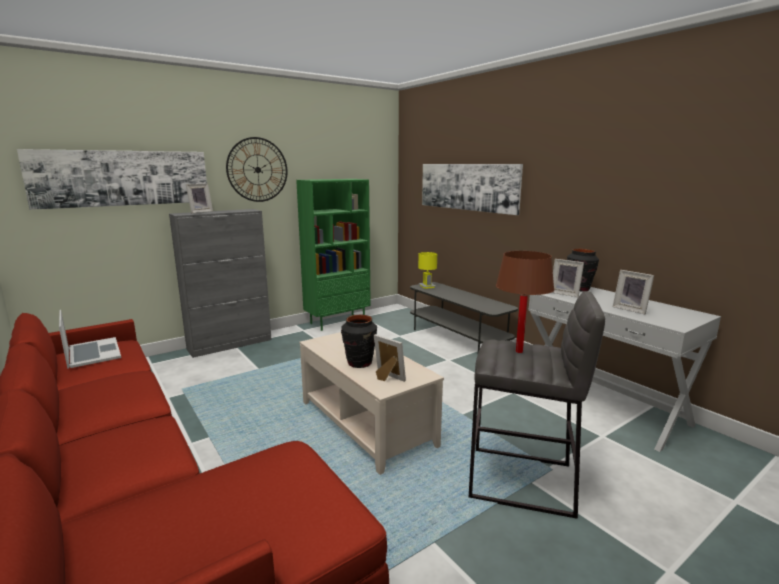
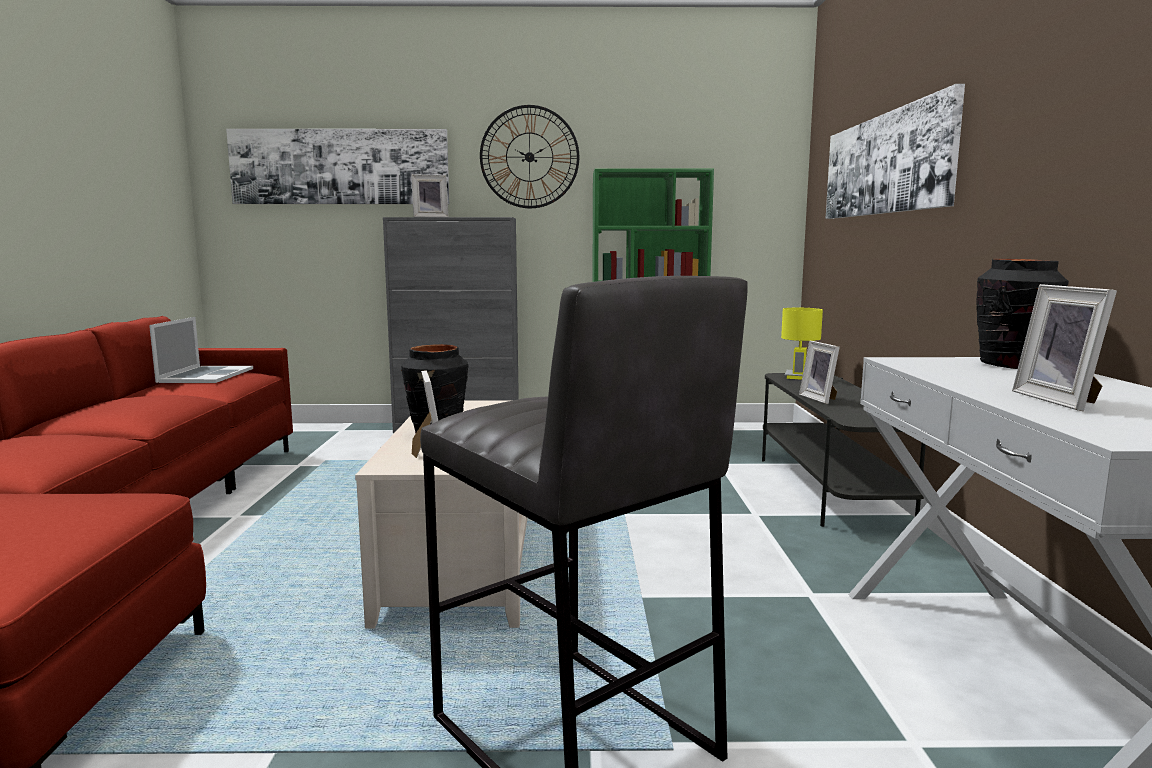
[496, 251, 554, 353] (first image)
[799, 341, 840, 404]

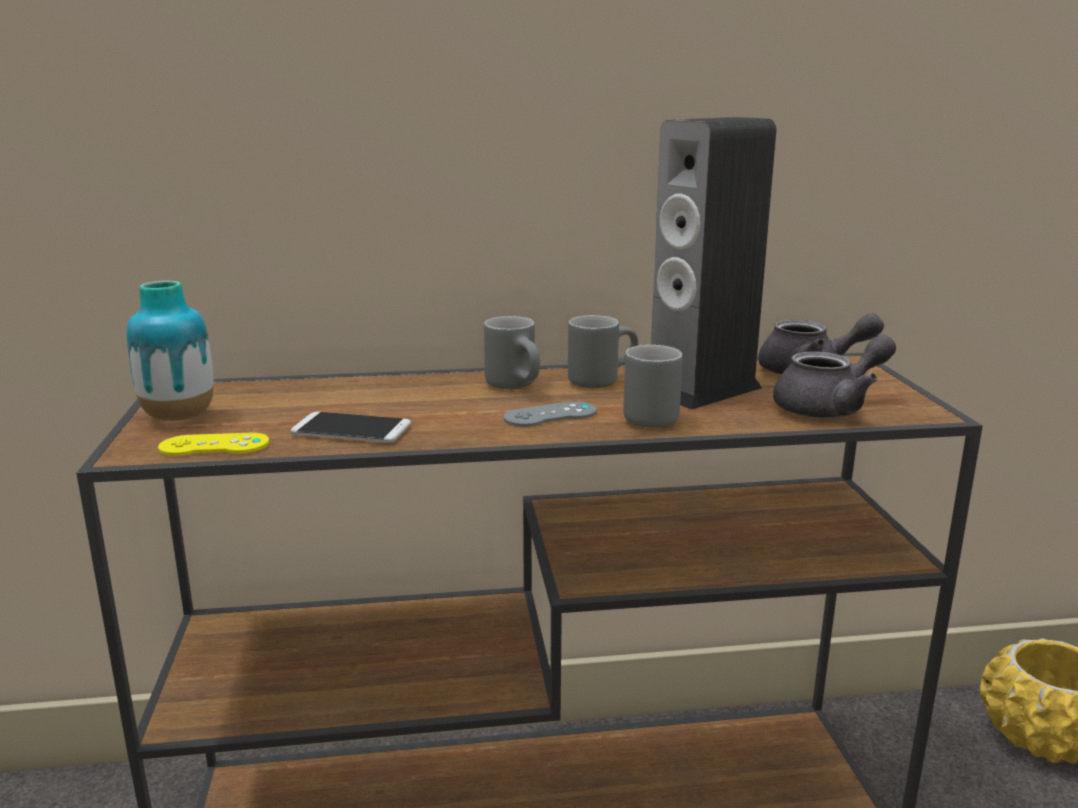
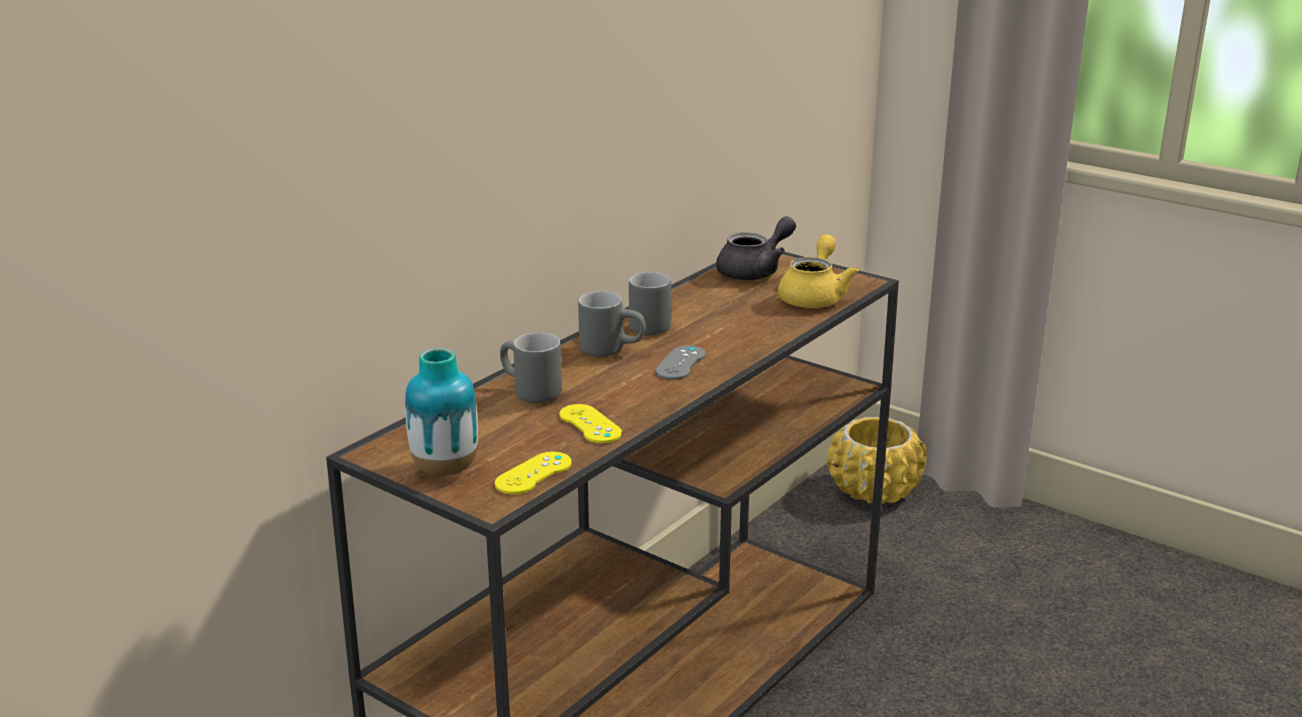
[651, 117, 776, 410] (first image)
[500, 333, 562, 403]
[559, 404, 622, 443]
[778, 234, 859, 308]

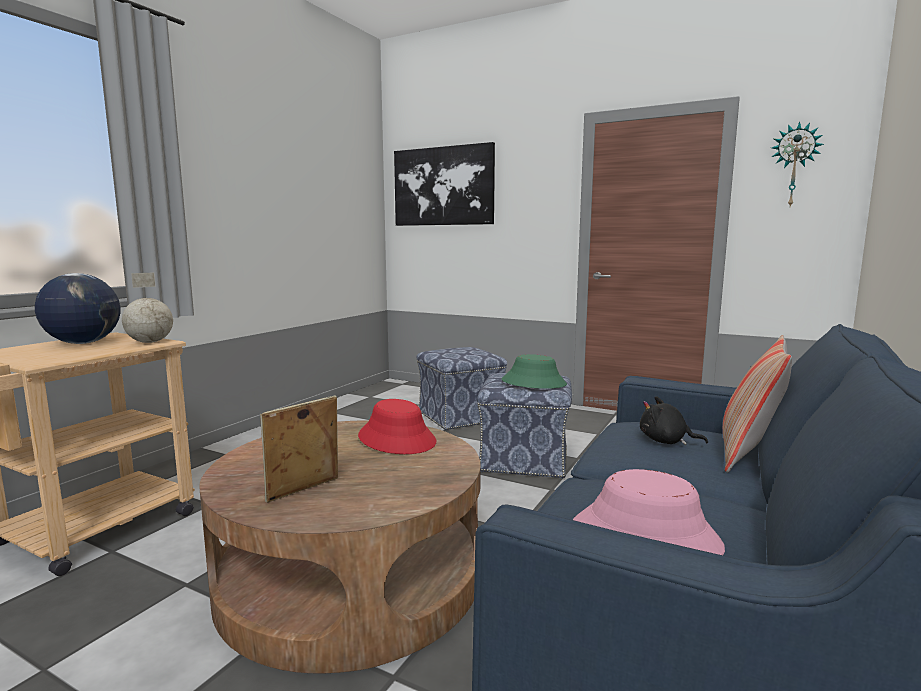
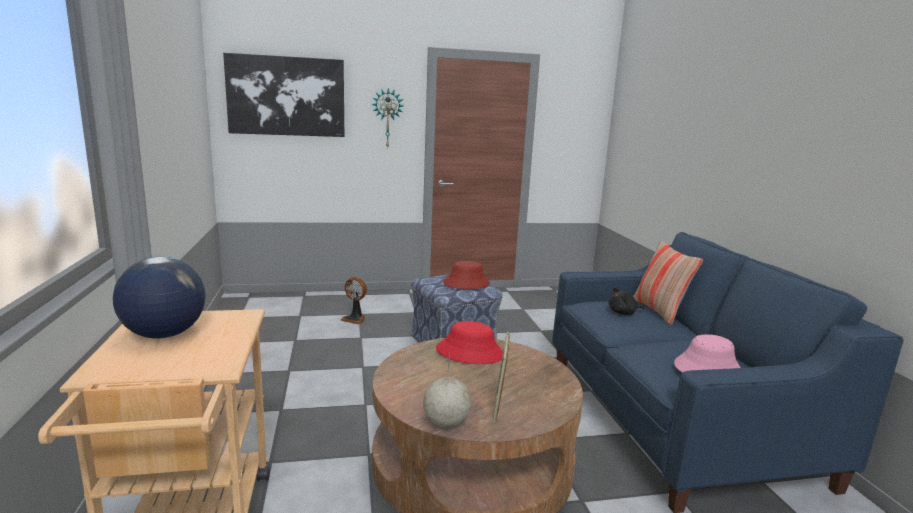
[423, 354, 471, 427]
[371, 88, 403, 149]
[340, 277, 367, 324]
[443, 261, 490, 289]

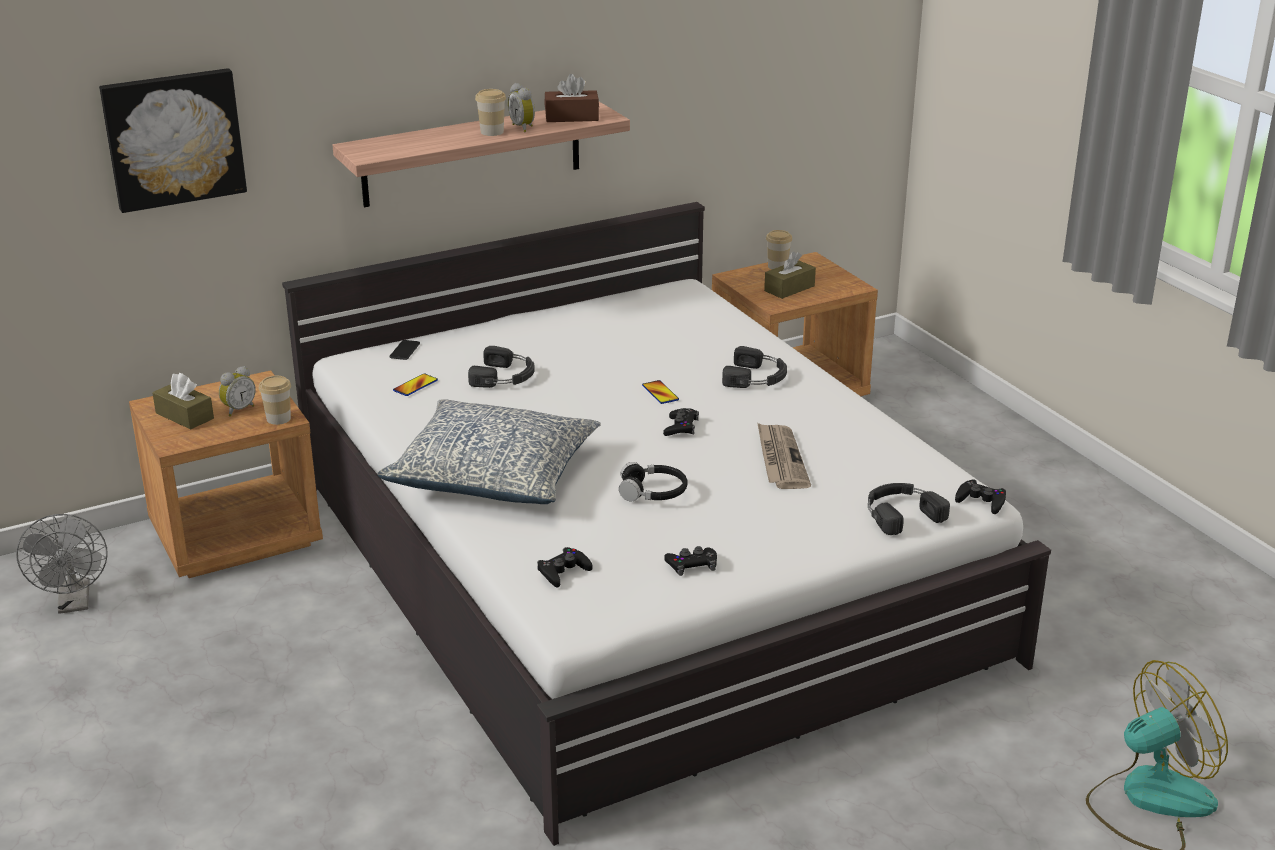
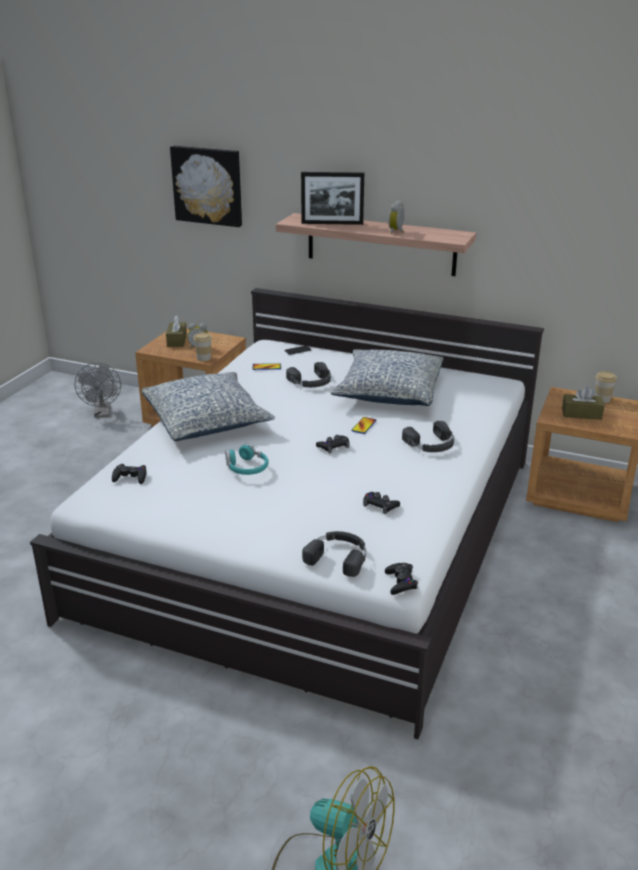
[475, 89, 506, 136] (first image)
[544, 74, 599, 122] (first image)
[757, 423, 811, 489] (first image)
[301, 172, 364, 225]
[331, 349, 443, 406]
[363, 492, 400, 514]
[225, 443, 269, 475]
[75, 363, 121, 418]

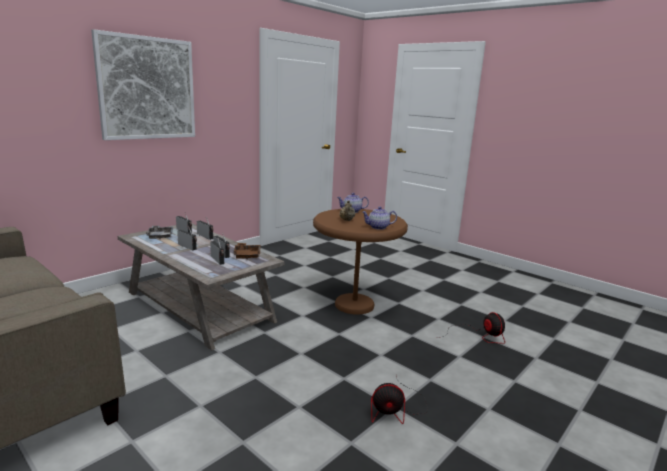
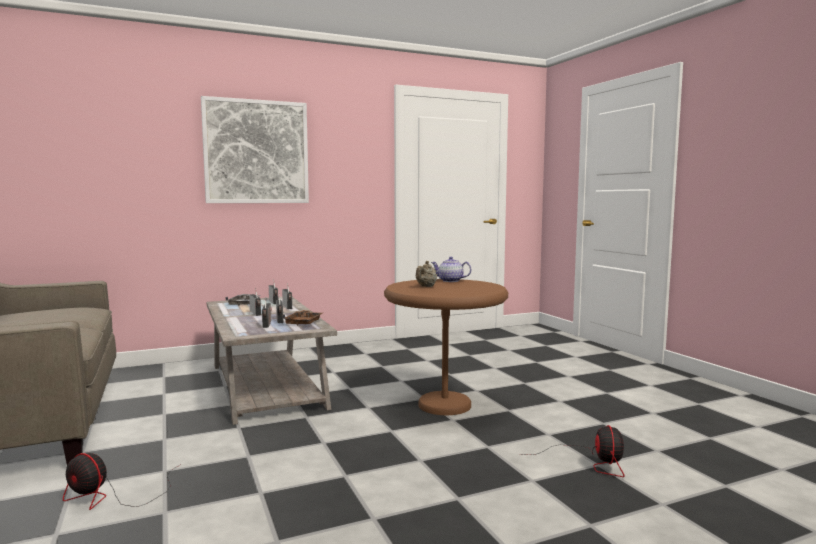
[362, 207, 397, 230] (first image)
[63, 453, 180, 510]

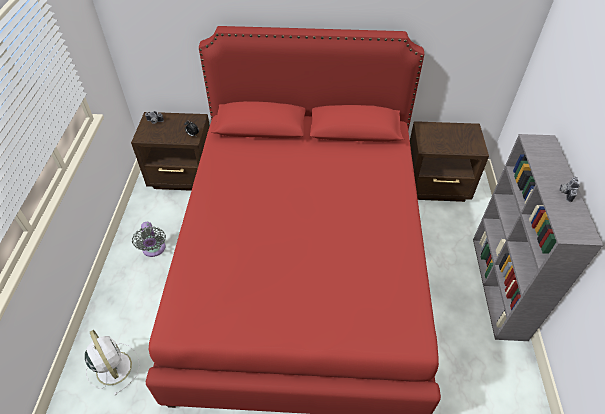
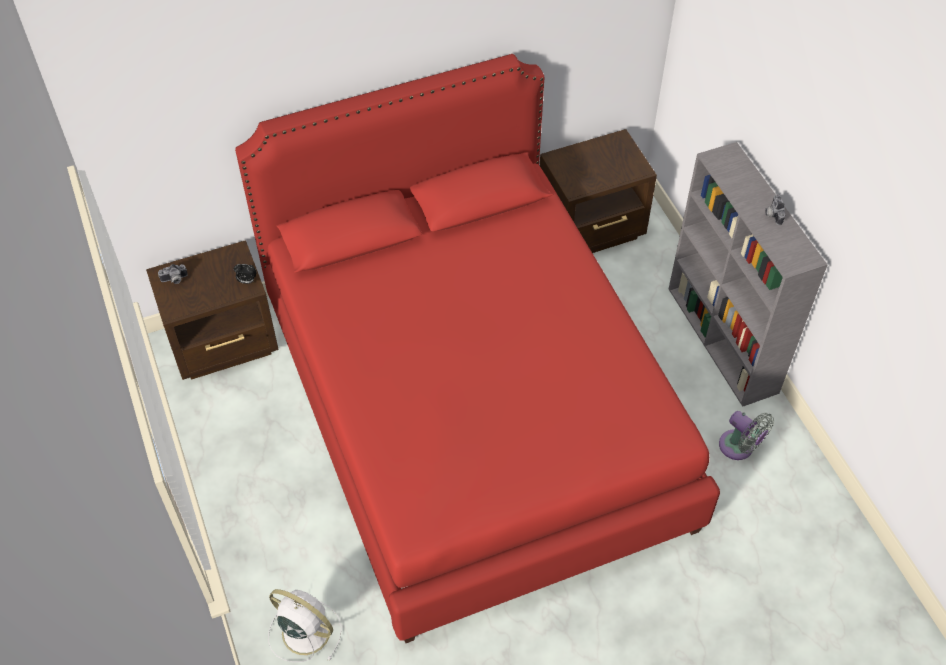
[719, 411, 774, 460]

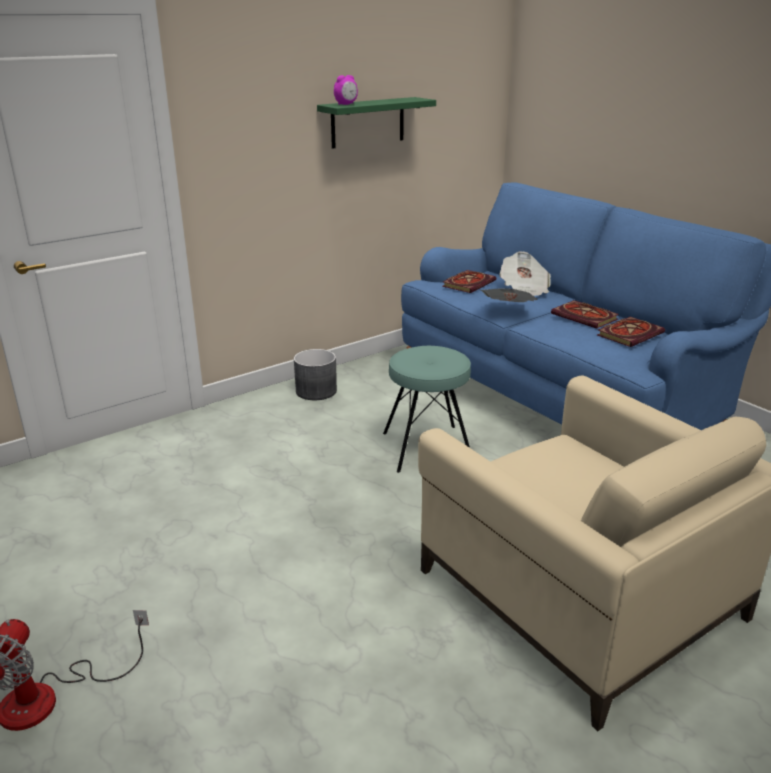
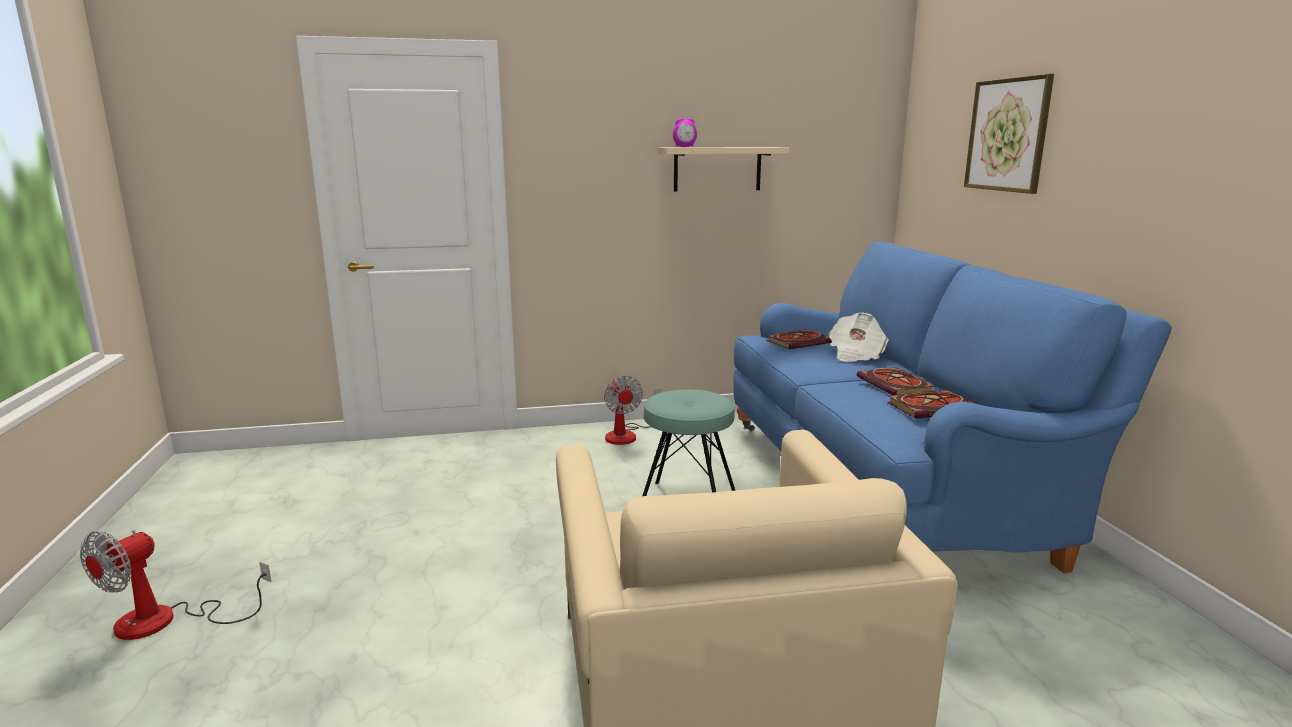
[480, 288, 537, 302] (first image)
[964, 74, 1054, 194]
[604, 376, 662, 445]
[658, 147, 789, 191]

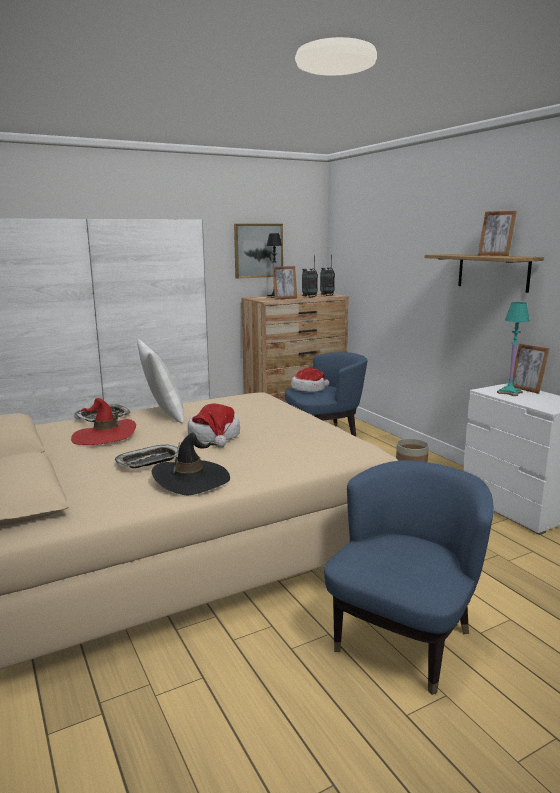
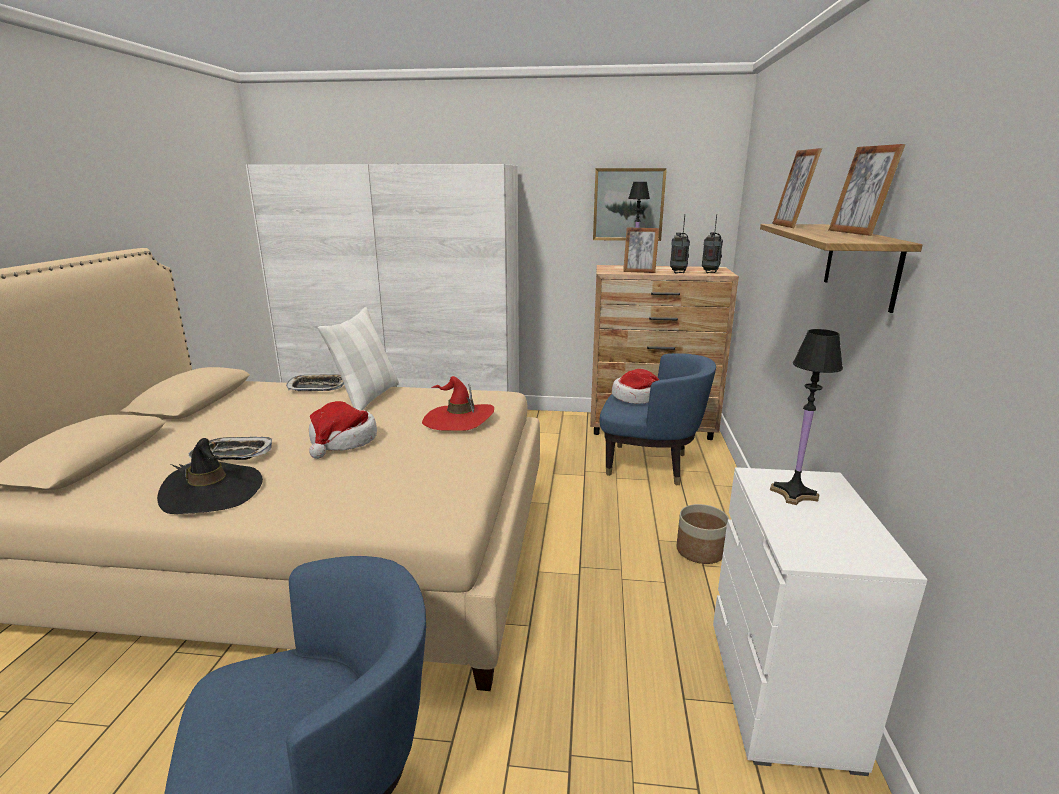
[422, 376, 494, 431]
[772, 148, 822, 228]
[770, 329, 843, 505]

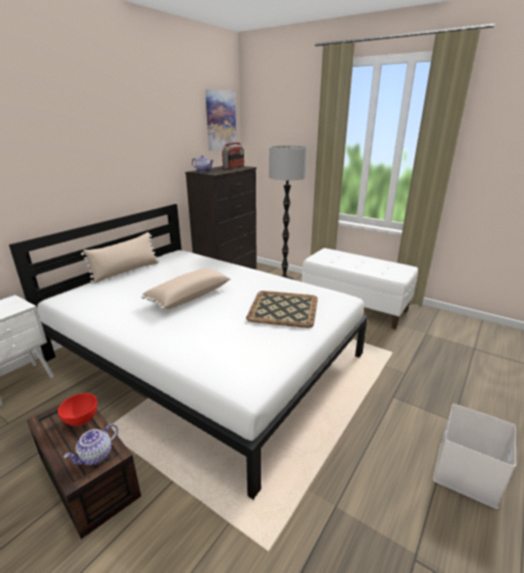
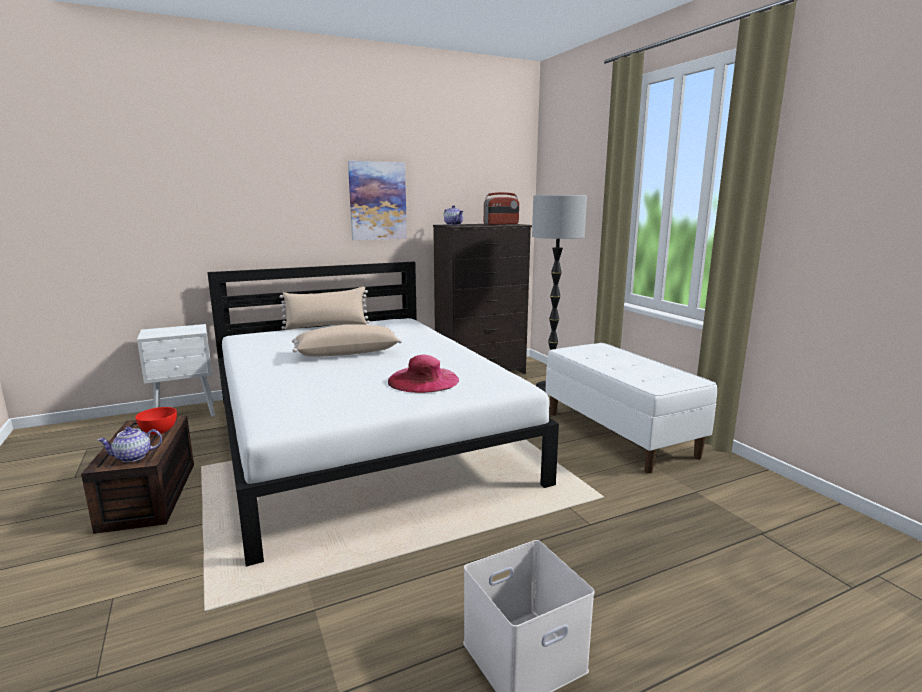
[348, 161, 407, 240]
[388, 355, 459, 393]

